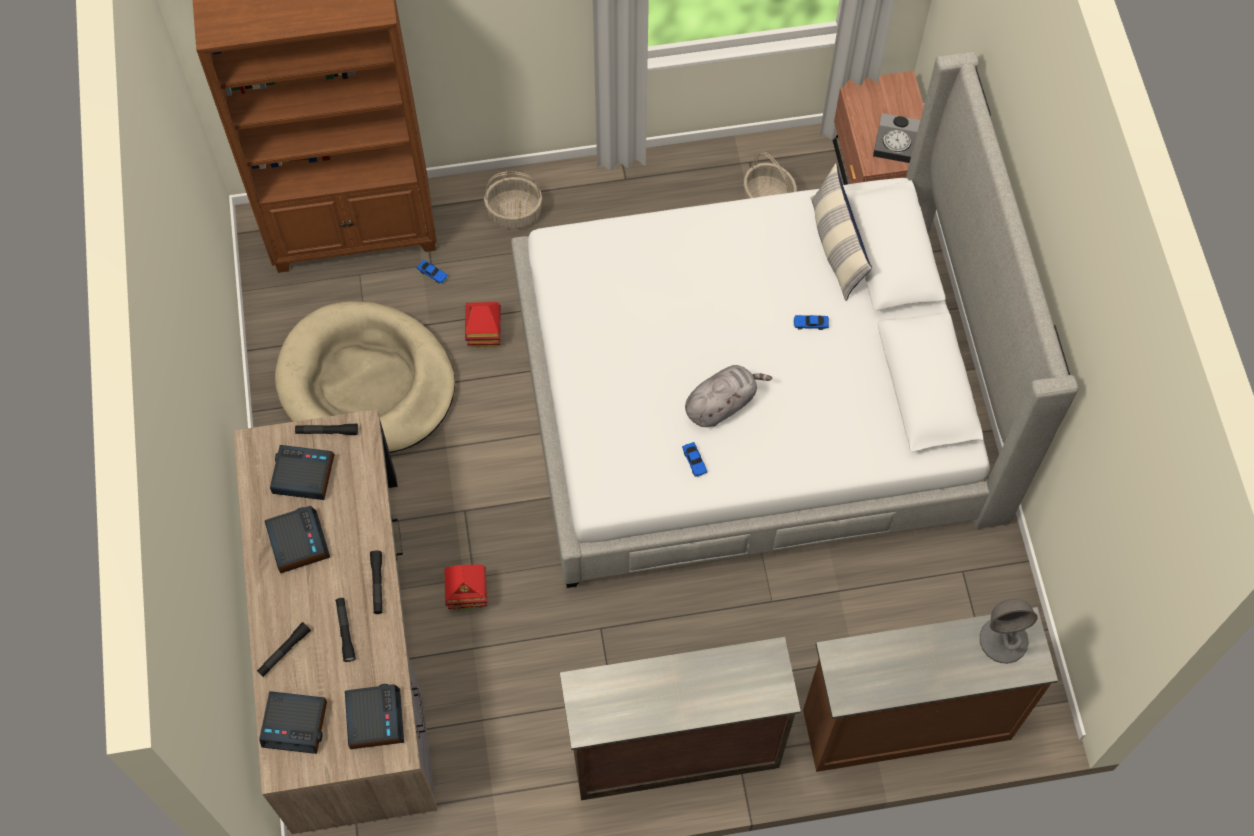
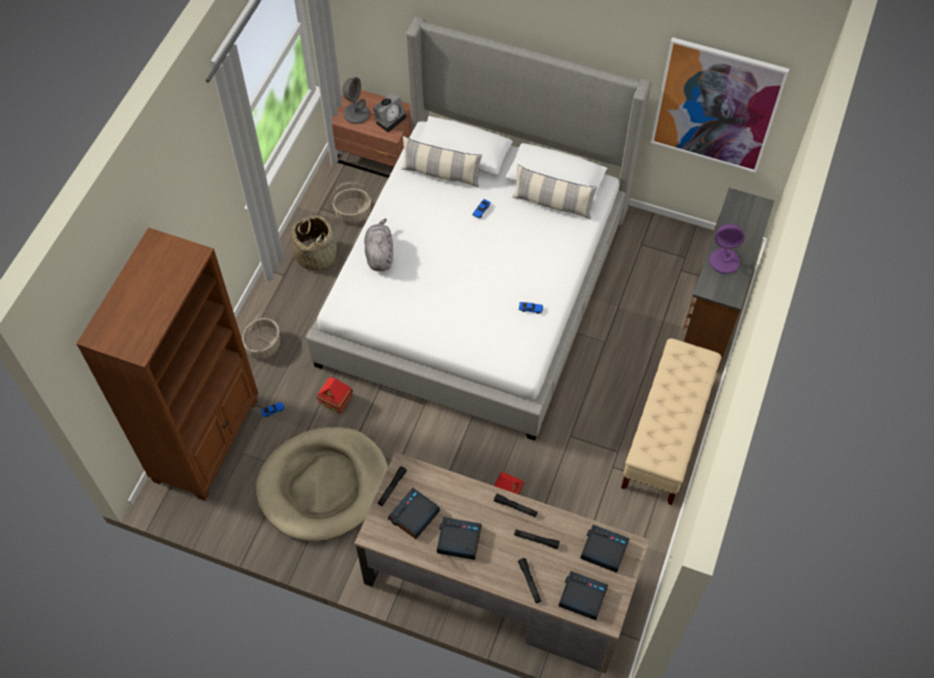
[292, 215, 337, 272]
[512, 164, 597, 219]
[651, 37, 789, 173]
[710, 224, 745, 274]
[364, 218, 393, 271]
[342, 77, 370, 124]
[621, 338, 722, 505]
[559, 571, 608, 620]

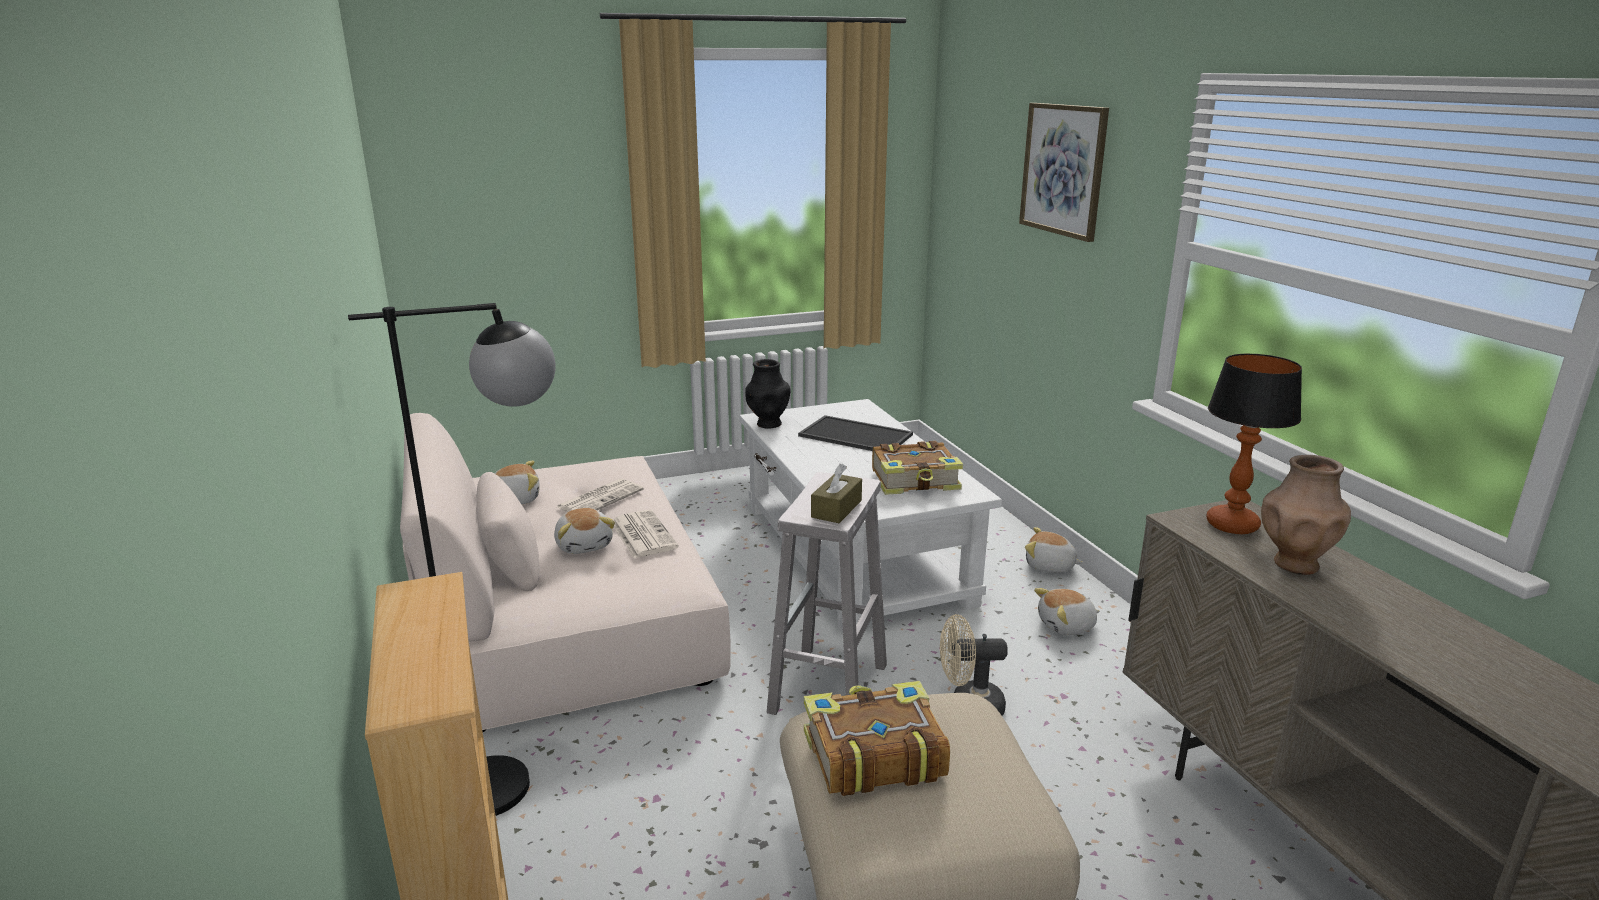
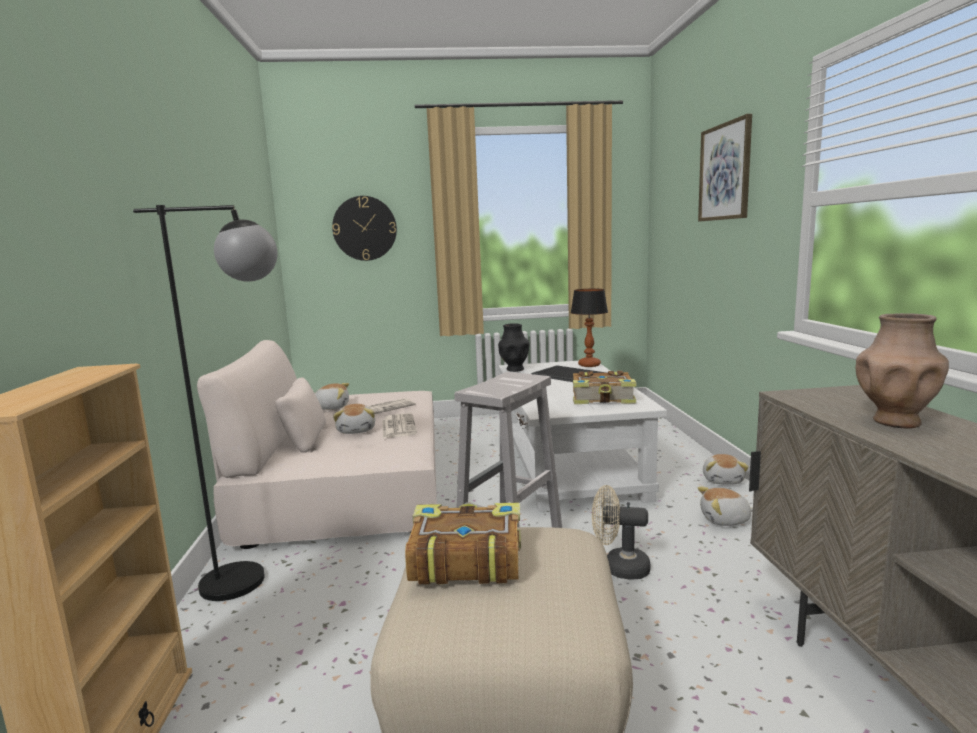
[811, 464, 862, 523] (first image)
[332, 196, 397, 261]
[571, 289, 608, 367]
[703, 454, 749, 485]

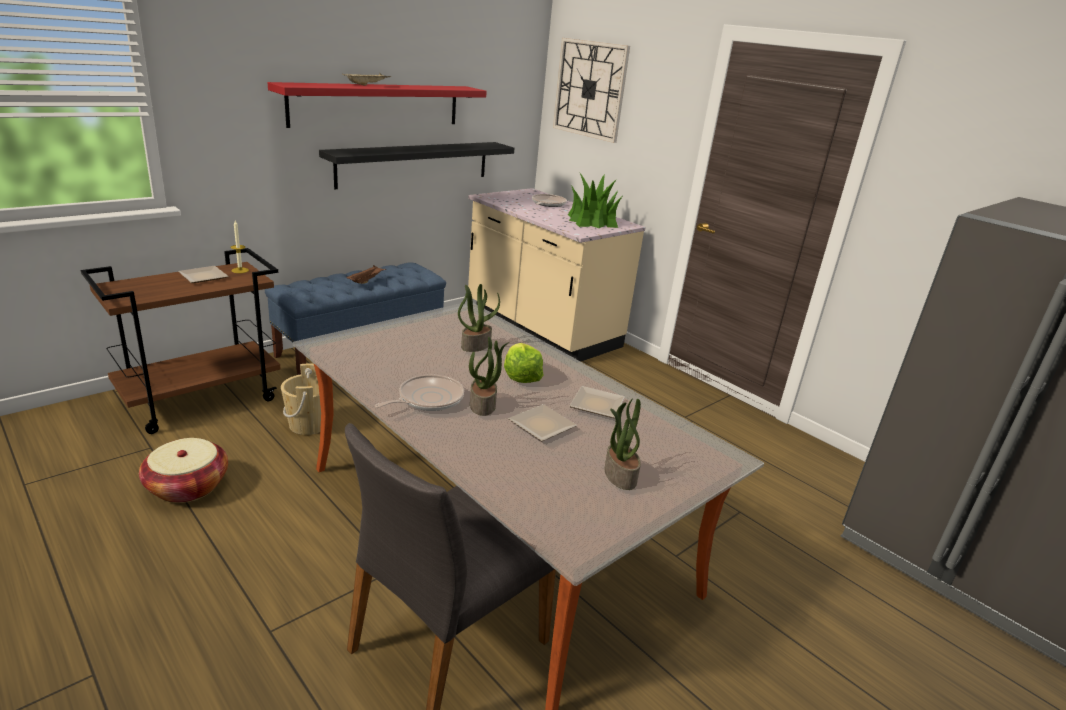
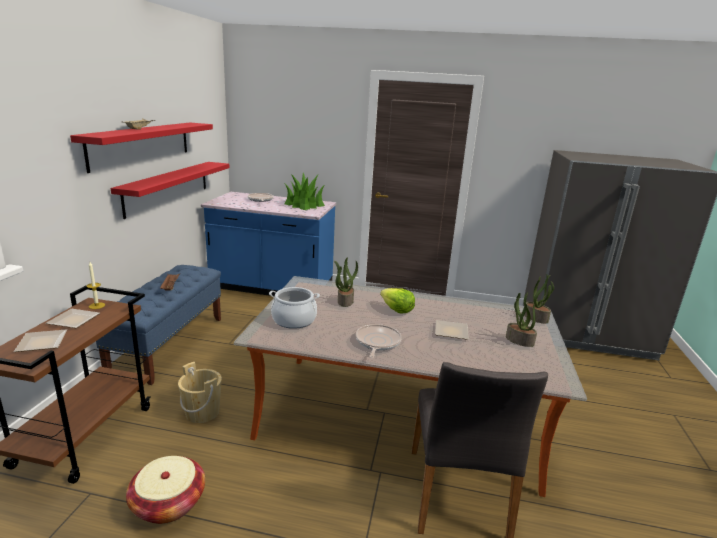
[553, 38, 630, 143] (first image)
[269, 287, 320, 329]
[524, 275, 554, 323]
[14, 329, 67, 352]
[111, 162, 230, 219]
[201, 192, 336, 296]

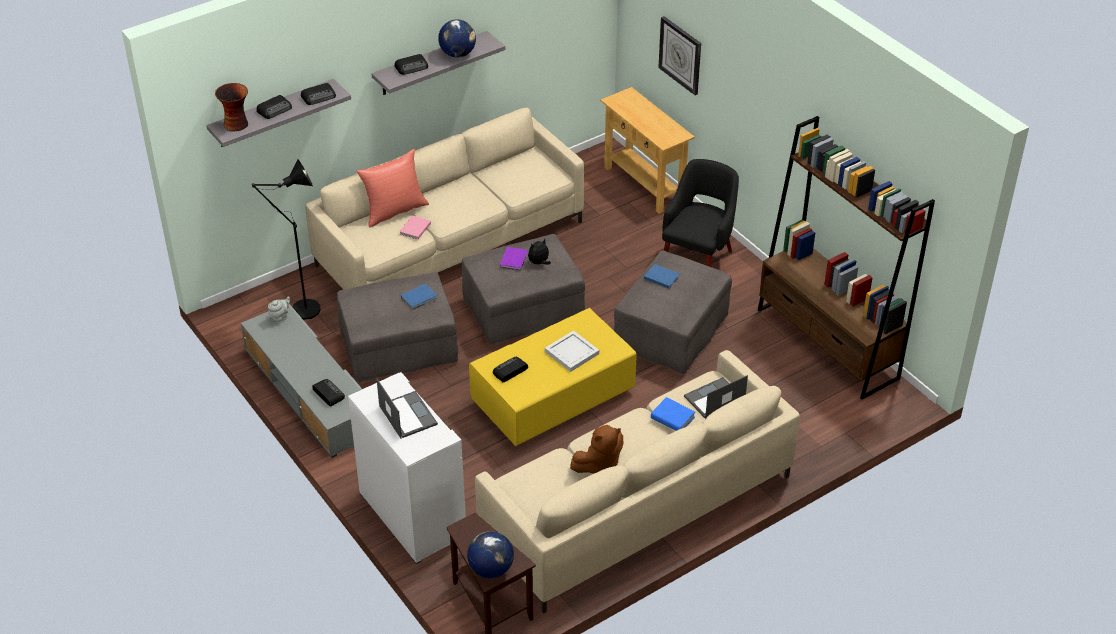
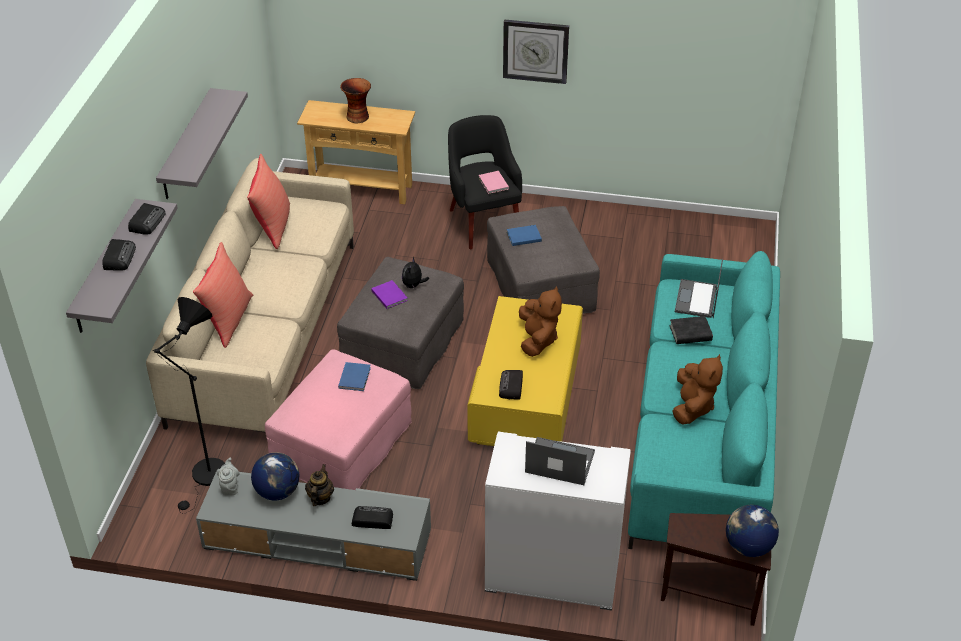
[395, 54, 428, 75] (first image)
[758, 116, 935, 400] (first image)
[247, 154, 290, 249]
[305, 464, 334, 506]
[340, 78, 371, 123]
[478, 171, 509, 194]
[251, 452, 299, 500]
[503, 19, 569, 84]
[519, 286, 562, 357]
[265, 349, 412, 490]
[628, 251, 780, 549]
[670, 316, 713, 344]

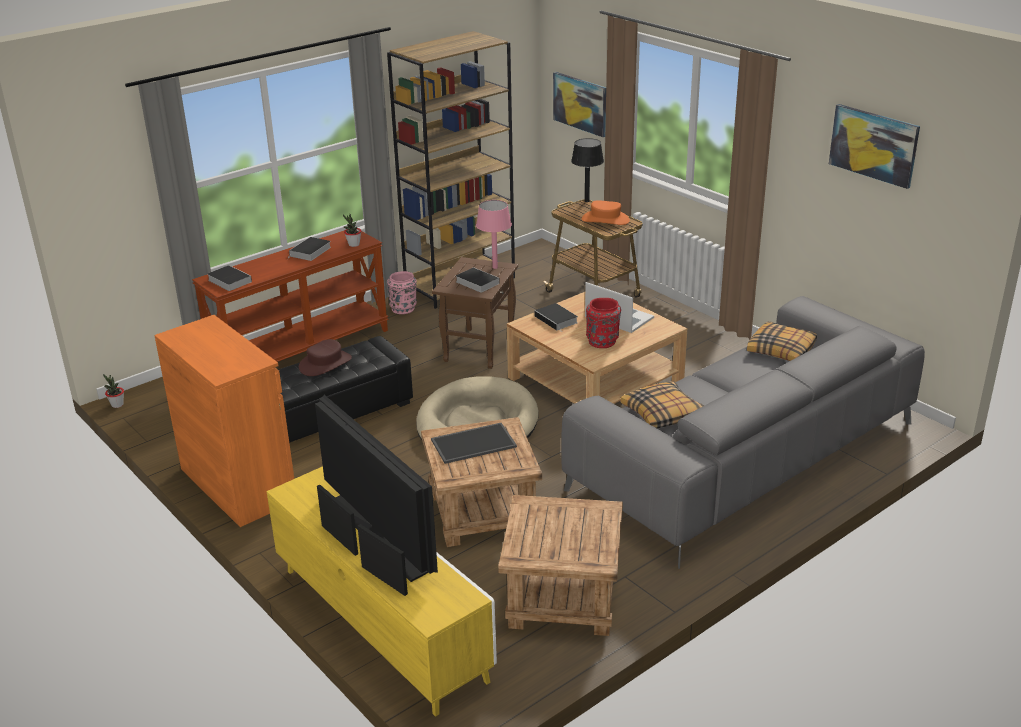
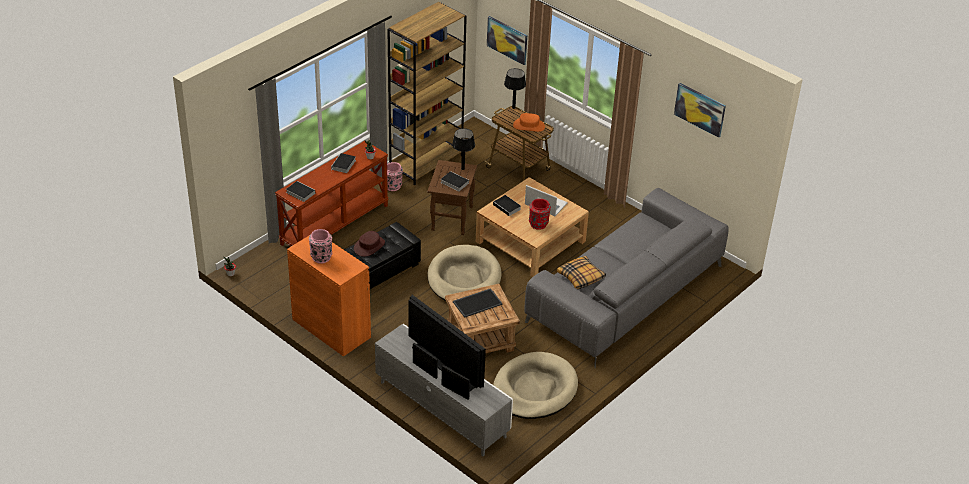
[747, 321, 817, 361] (first image)
[309, 229, 332, 264]
[493, 352, 578, 419]
[375, 324, 513, 456]
[452, 128, 475, 170]

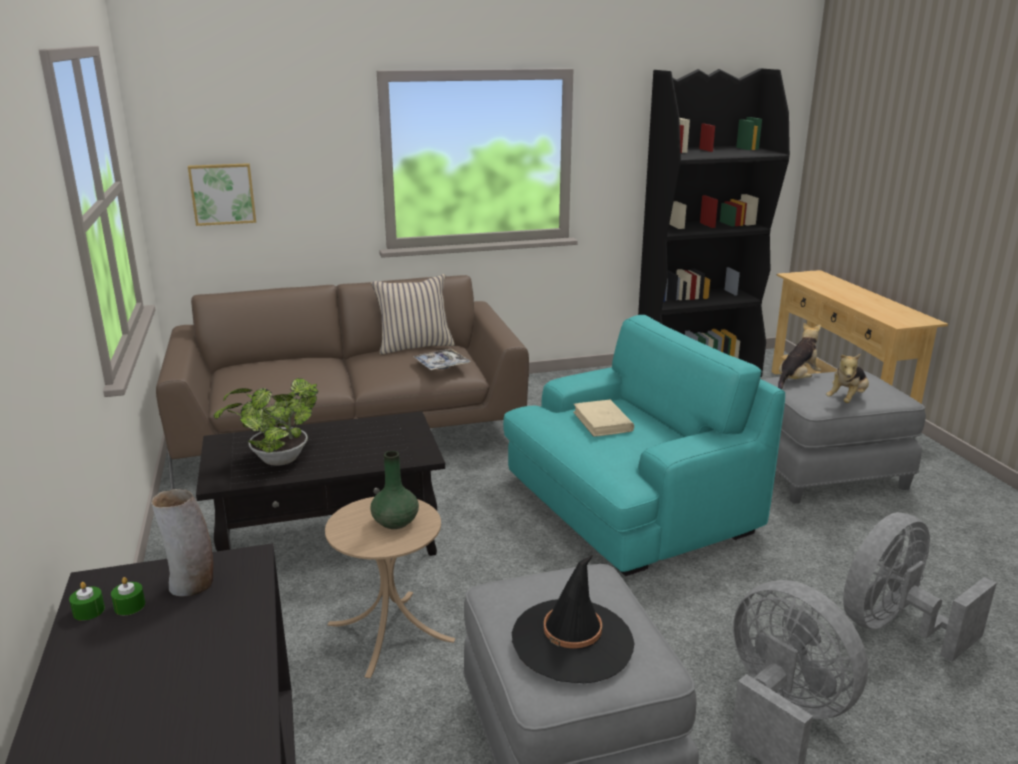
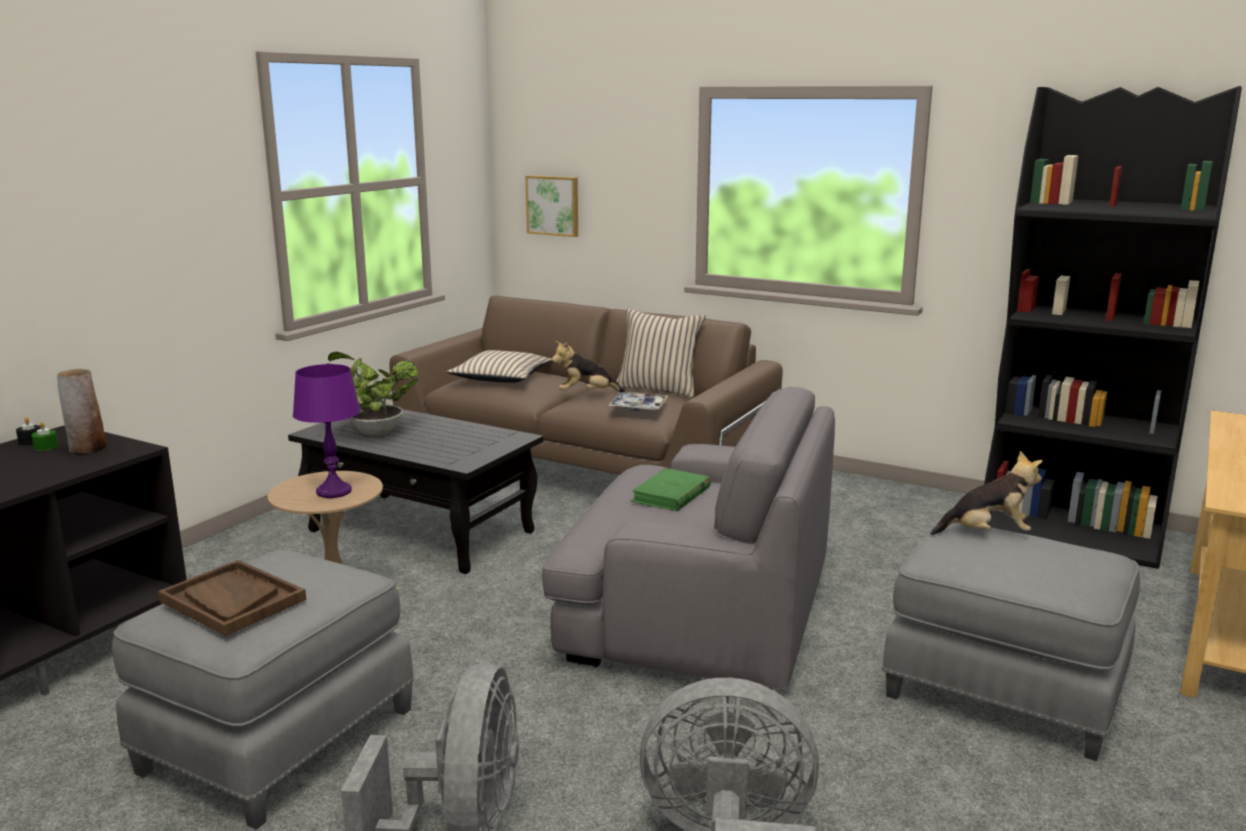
[446, 350, 552, 383]
[552, 341, 626, 392]
[293, 364, 361, 498]
[158, 560, 306, 636]
[16, 417, 41, 445]
[542, 387, 835, 690]
[631, 468, 711, 511]

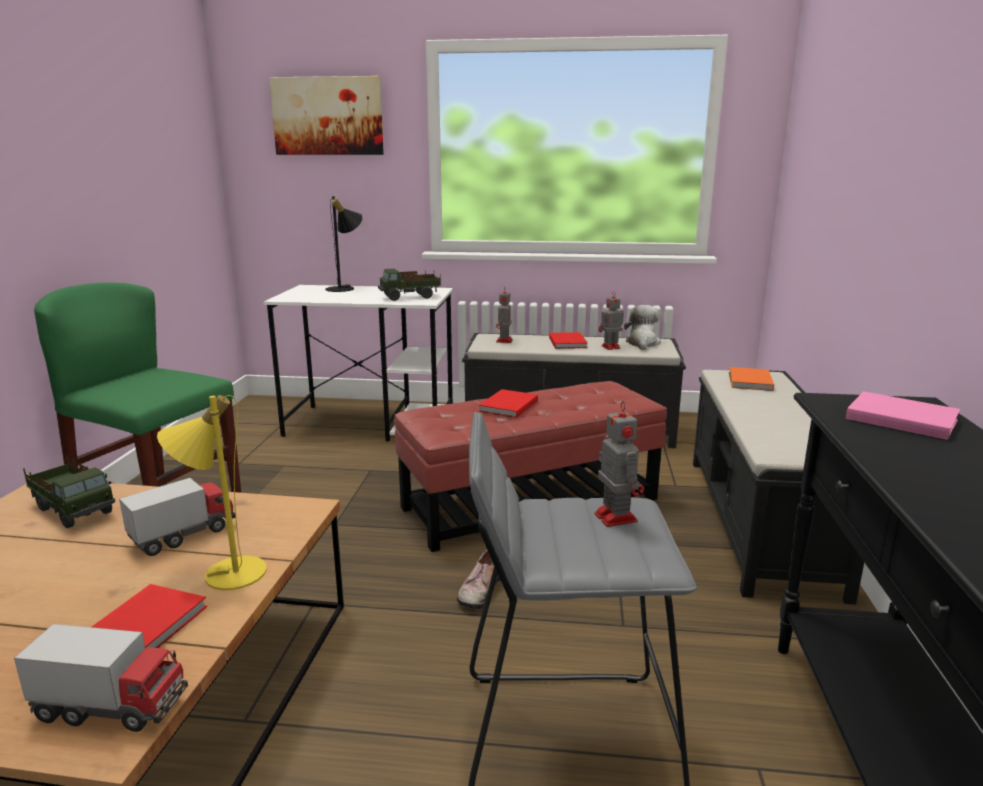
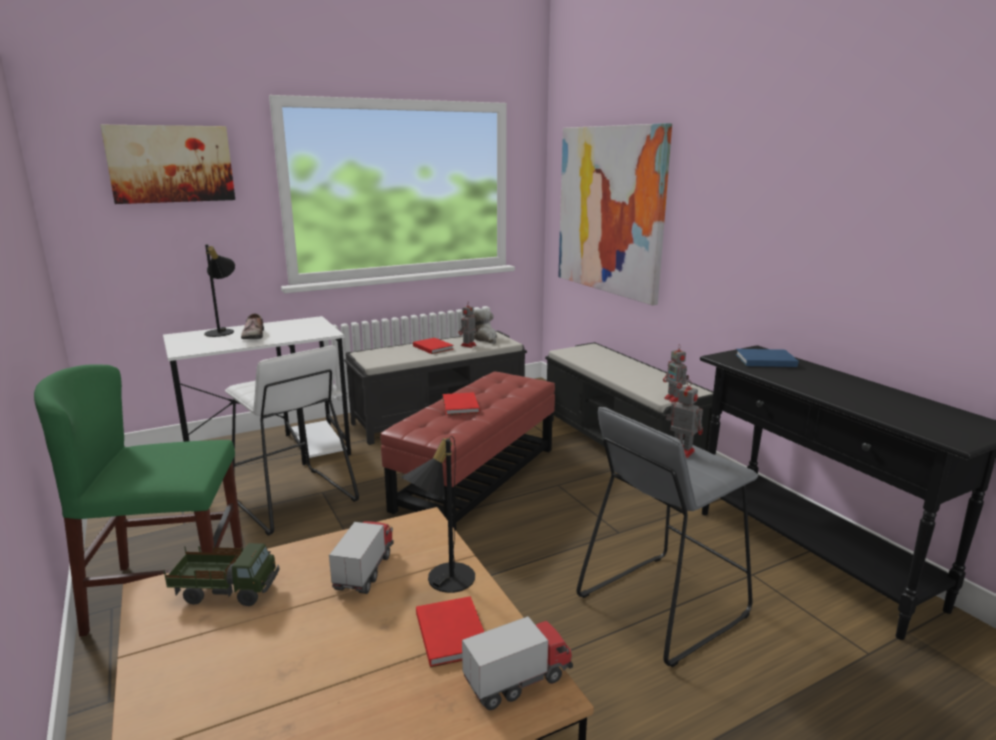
[378, 269, 441, 301] (first image)
[729, 367, 774, 391] (first image)
[225, 345, 359, 536]
[558, 123, 672, 305]
[241, 314, 264, 339]
[663, 344, 689, 403]
[401, 436, 475, 593]
[736, 349, 799, 367]

